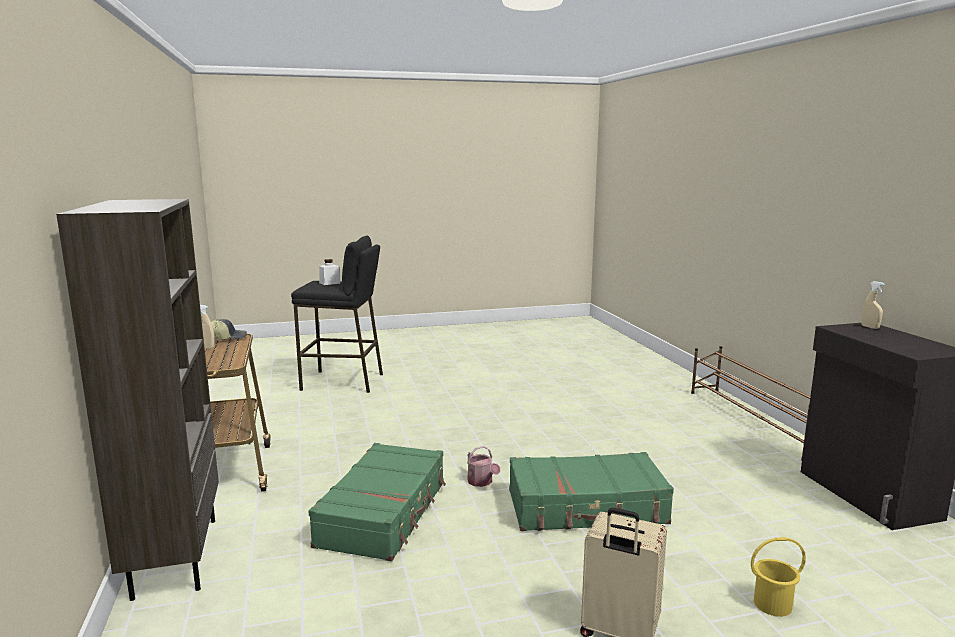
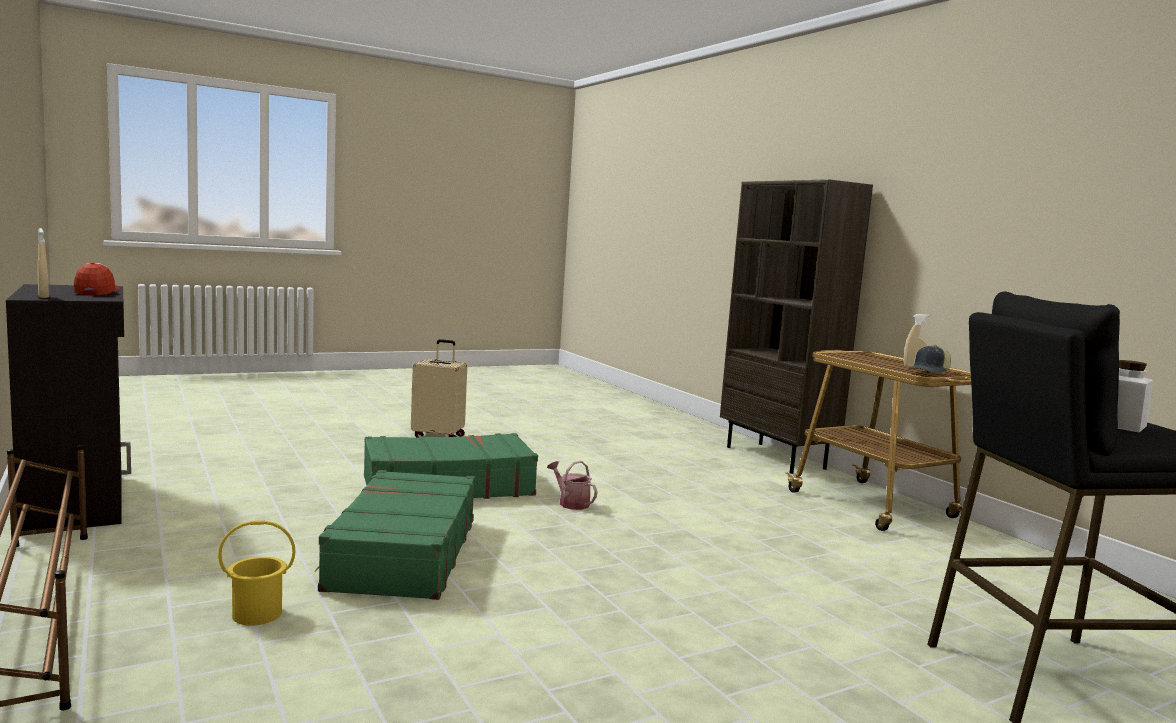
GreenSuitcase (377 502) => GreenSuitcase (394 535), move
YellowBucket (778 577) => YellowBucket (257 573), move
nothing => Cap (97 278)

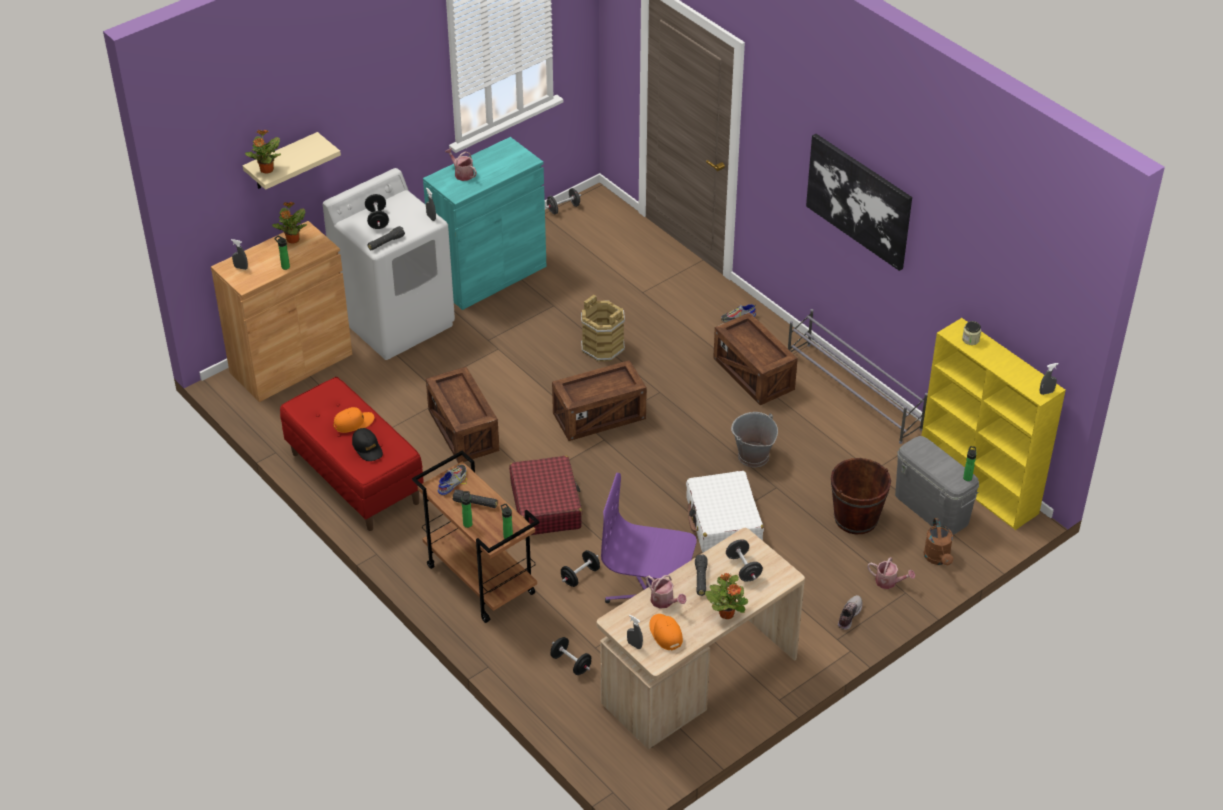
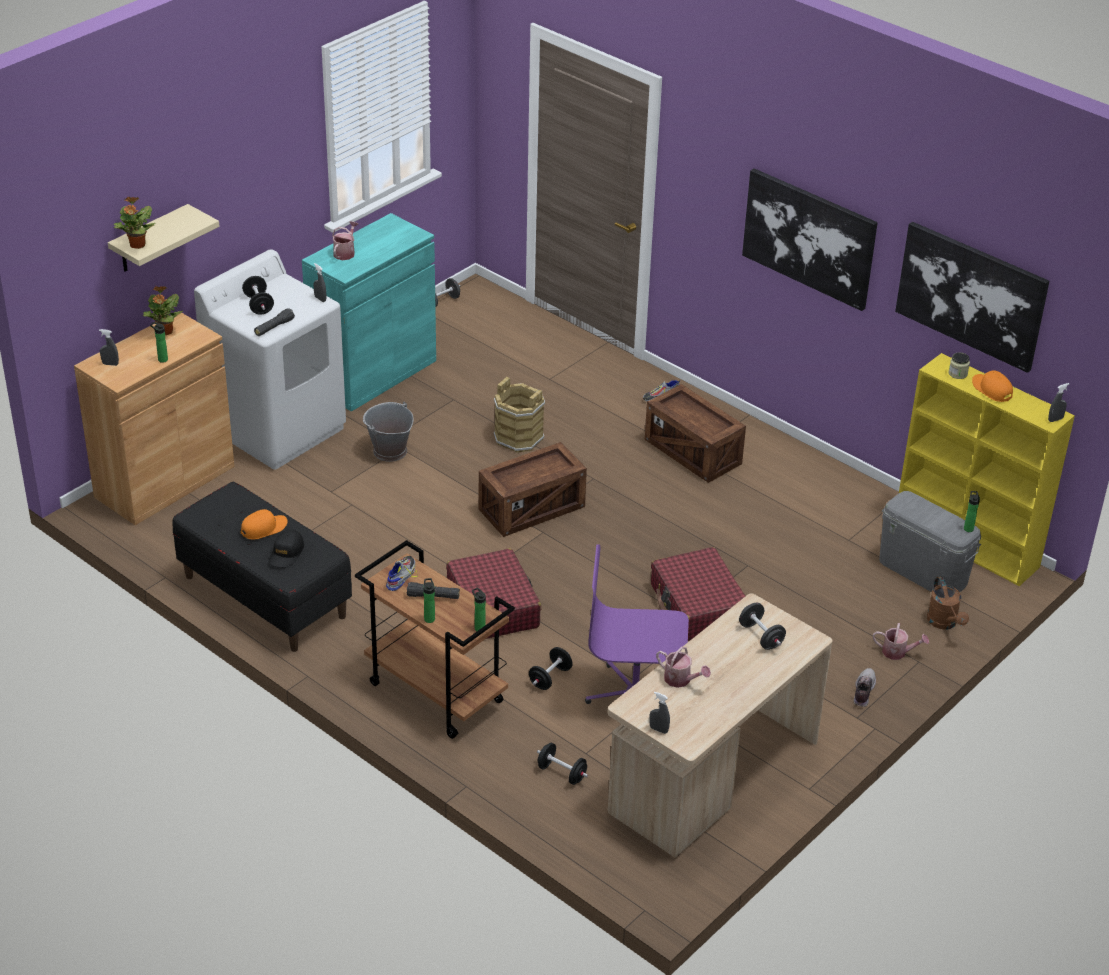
WateringCan (461 164) => WateringCan (345 240), 75 degrees clockwise
GreyShoeRack (858 376) => nothing
Crate (462 415) => nothing
RedBench (352 454) => BlackBench (262 567)
GreyBucket (754 439) => GreyBucket (388 432), move
BlackCap (367 444) => BlackCap (286 549), 60 degrees clockwise
BrownBucket (861 496) => nothing
WhiteSuitcase (725 512) => RedSuitcase (698 594)
BlackFlashlight (701 575) => nothing
PottedPlant (726 596) => nothing
OrangeCap (666 632) => OrangeCap (992 386), move
nothing => Picture (972 297)

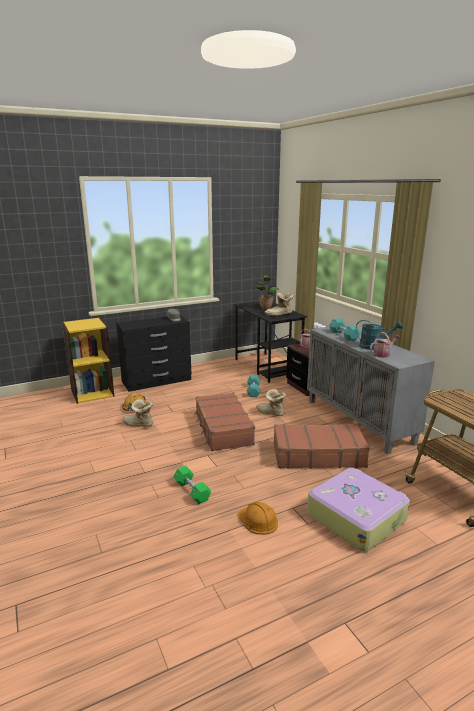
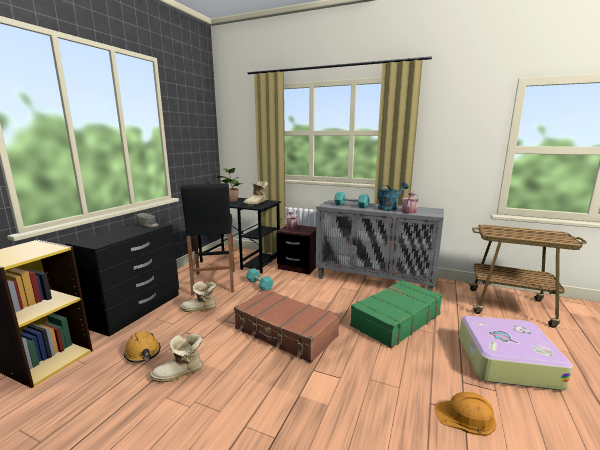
Boot (271 402) => Boot (198 296), move
BrownSuitcase (322 446) => GreenSuitcase (396 314)
GreenDumbbell (192 485) => nothing
nothing => BlackStool (207 239)

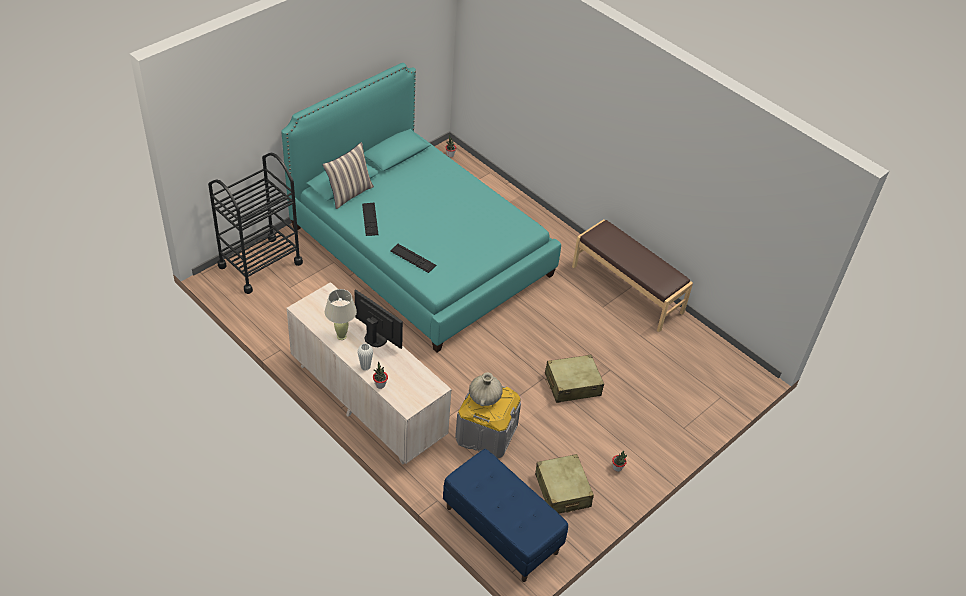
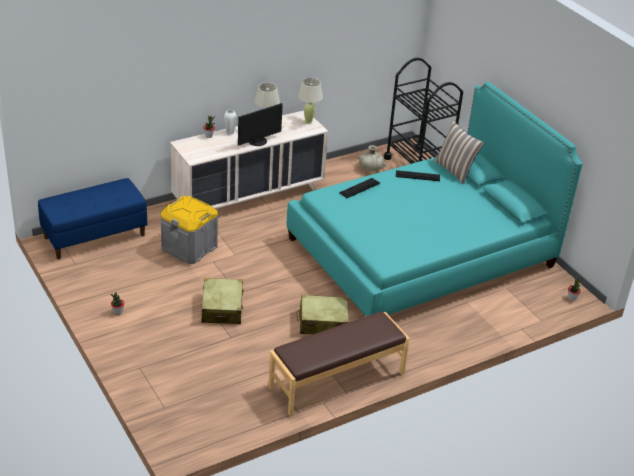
BeigeVase (486 389) => BeigeVase (372 158), move
BeigeSuitcase (564 483) => BeigeSuitcase (322 314), move
nothing => BeigeTableLamp (310 101)

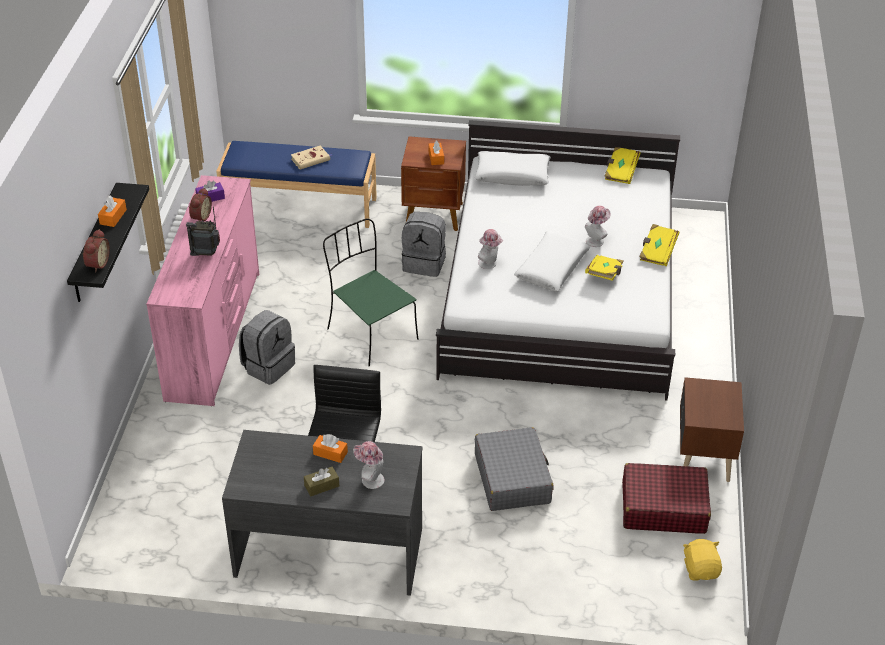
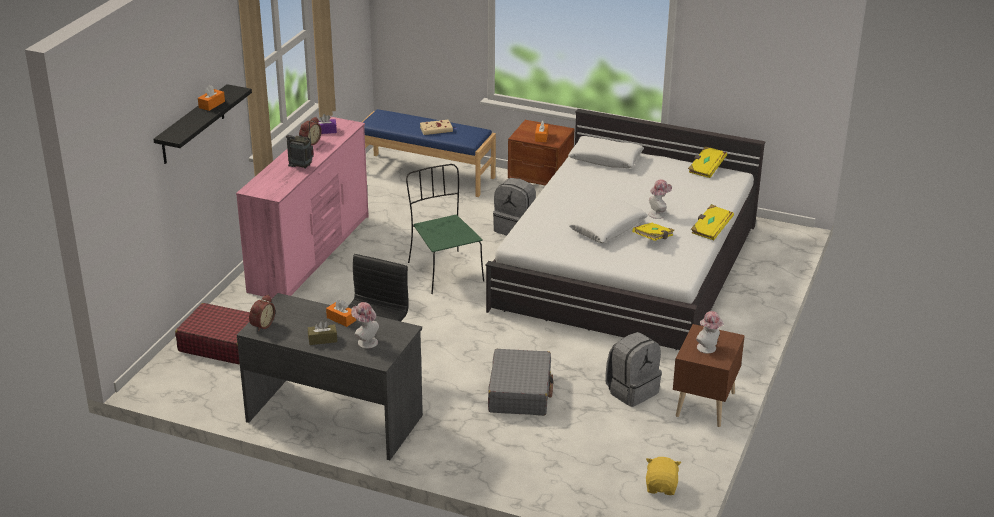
AlarmClock (96 250) => AlarmClock (262 313), move
Hat (490 249) => Hat (710 332), move
GreyBackpack (267 347) => GreyBackpack (633 369), move
RedSuitcase (666 498) => RedSuitcase (212 333), move

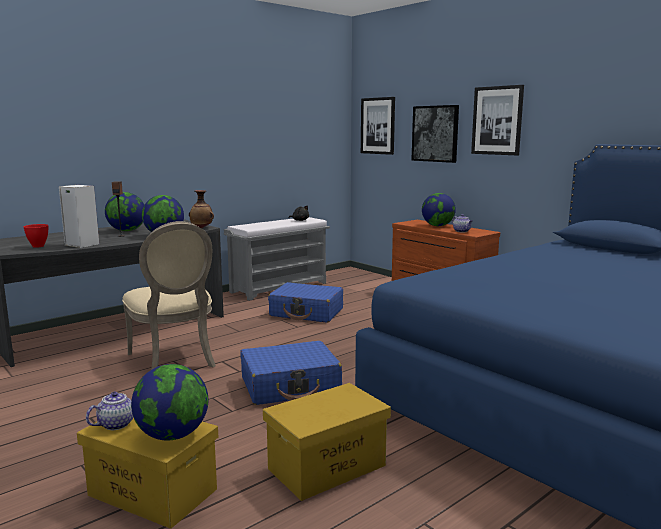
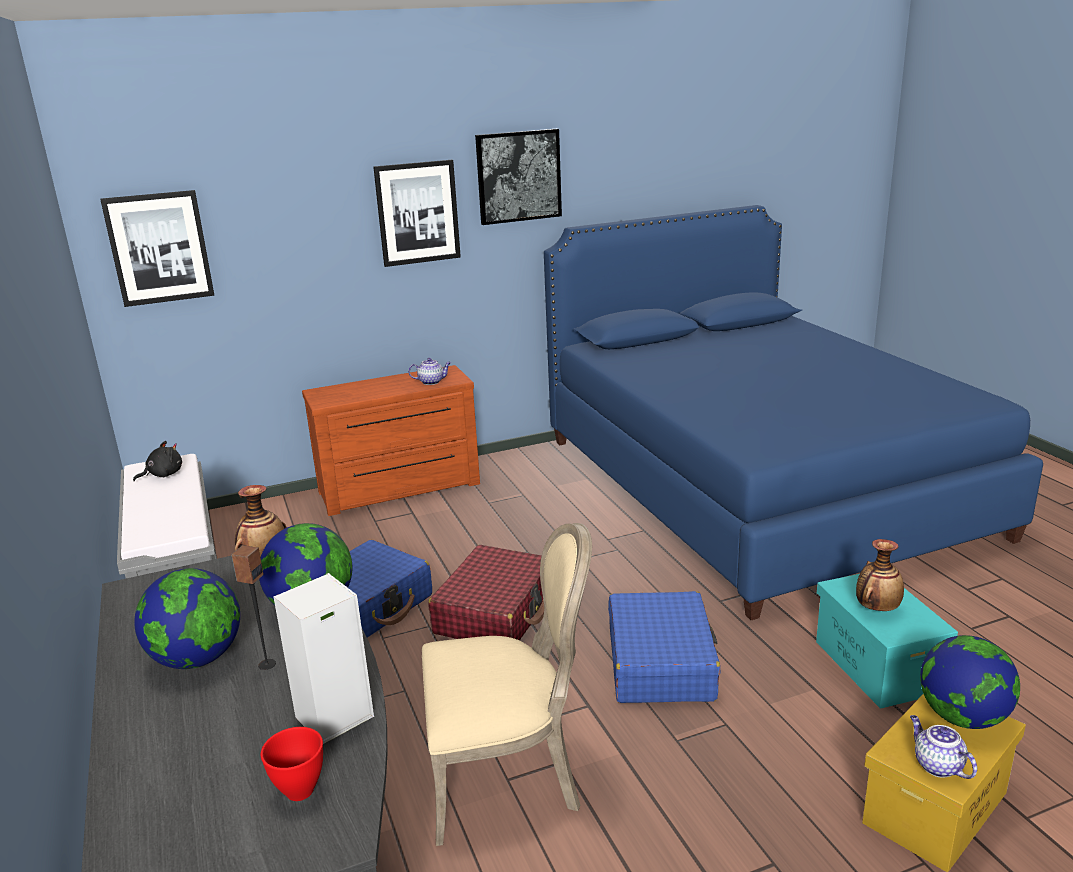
Picture (435 134) => Picture (518 177), move
Globe (439 209) => nothing
YellowStorageBox (327 442) => TurquoiseStorageBox (887 641)
nothing => Vase (880 575)
nothing => RedSuitcase (486 593)

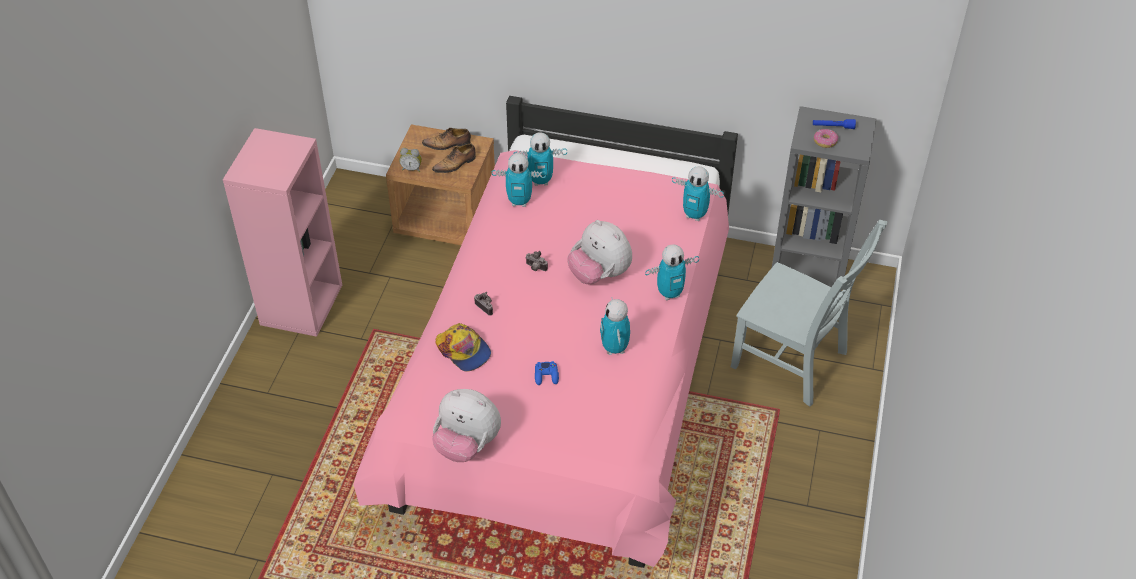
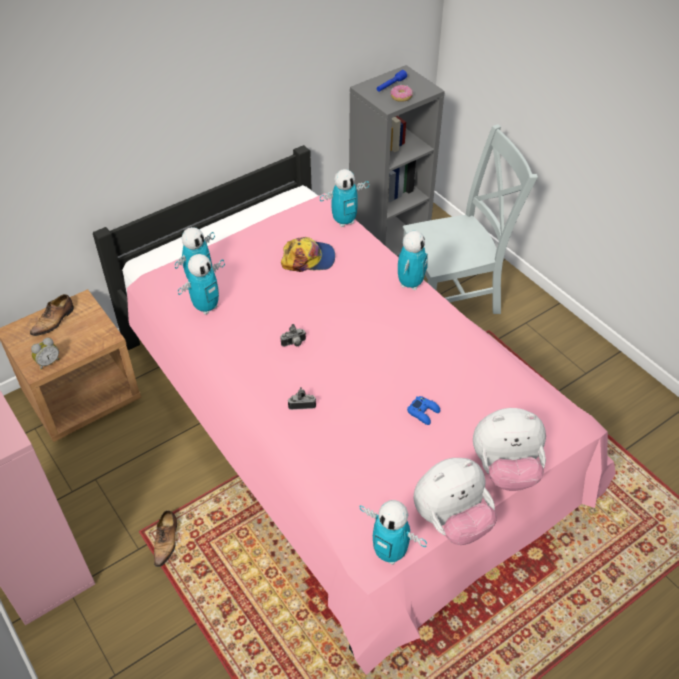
Shoe (454 158) => Shoe (165 538), move
PlushToy (600 252) => PlushToy (509 449), move
ToyRobot (615 327) => ToyRobot (393 532), move
Cap (463 347) => Cap (308 254), move

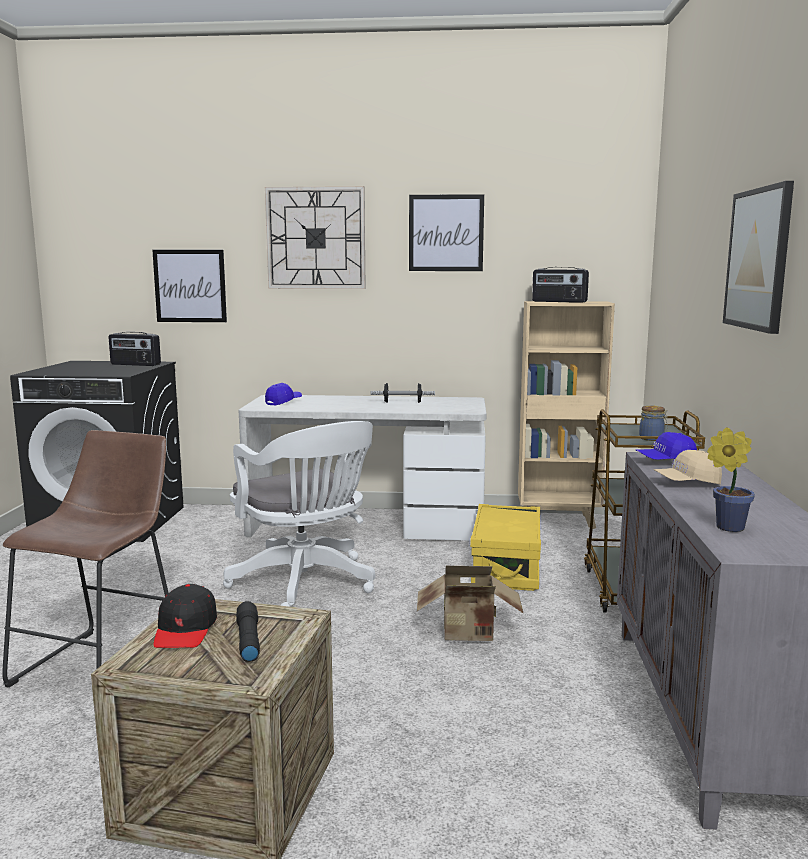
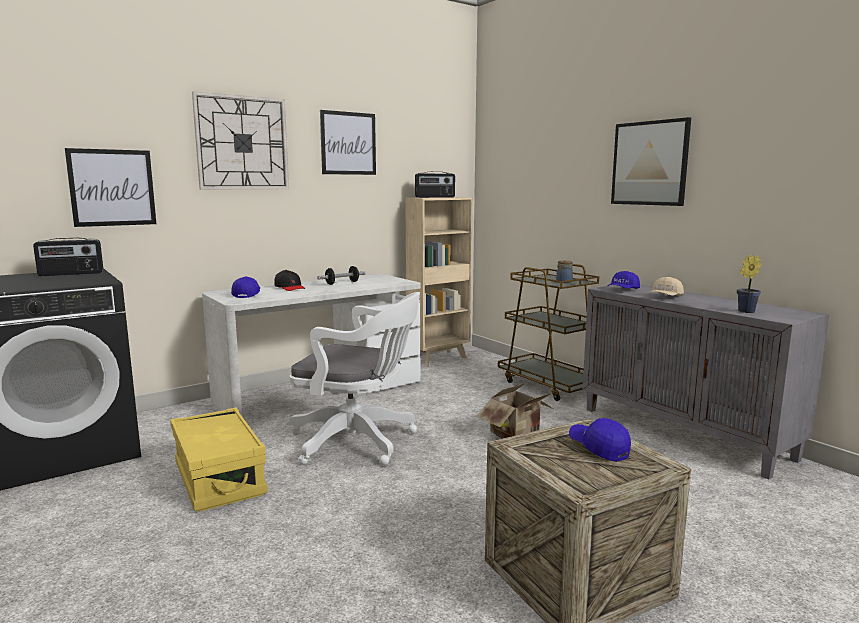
BrownStool (85 559) => nothing
YellowStorageBox (505 547) => YellowStorageBox (219 459), move
BlackCap (185 616) => BlackCap (290 280), move
BlackFlashlight (248 631) => BlueCap (600 440)

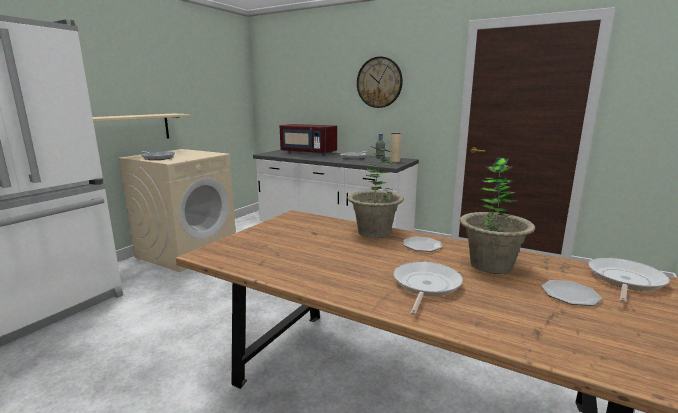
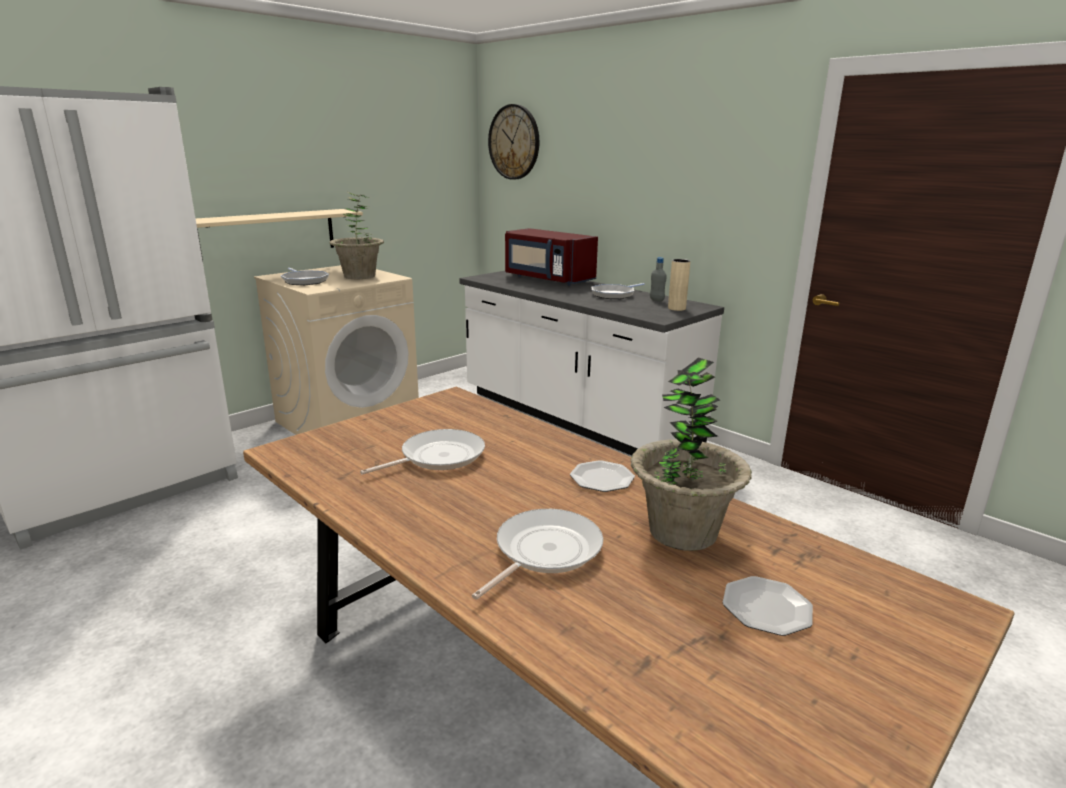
WallClock (380 82) => WallClock (513 142), move
PottedPlant (375 192) => PottedPlant (356 235), move
FryingPan (629 280) => FryingPan (422 452), move

